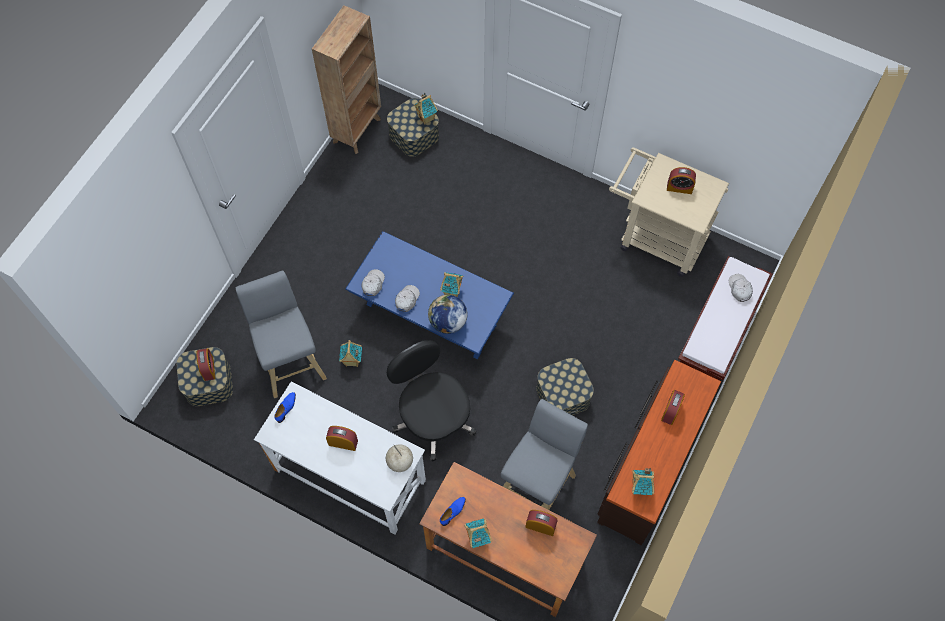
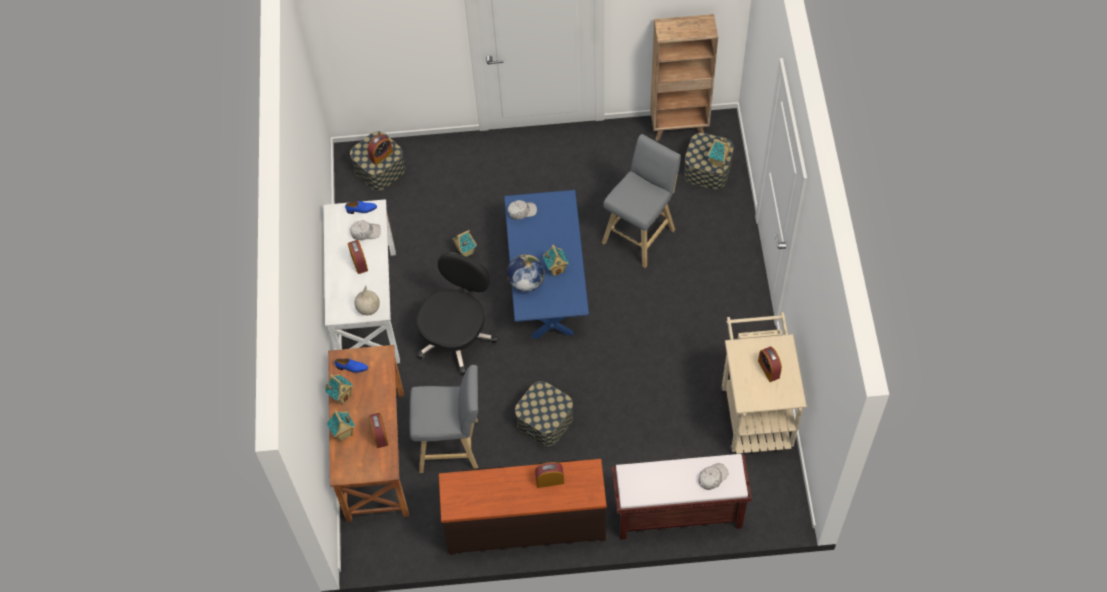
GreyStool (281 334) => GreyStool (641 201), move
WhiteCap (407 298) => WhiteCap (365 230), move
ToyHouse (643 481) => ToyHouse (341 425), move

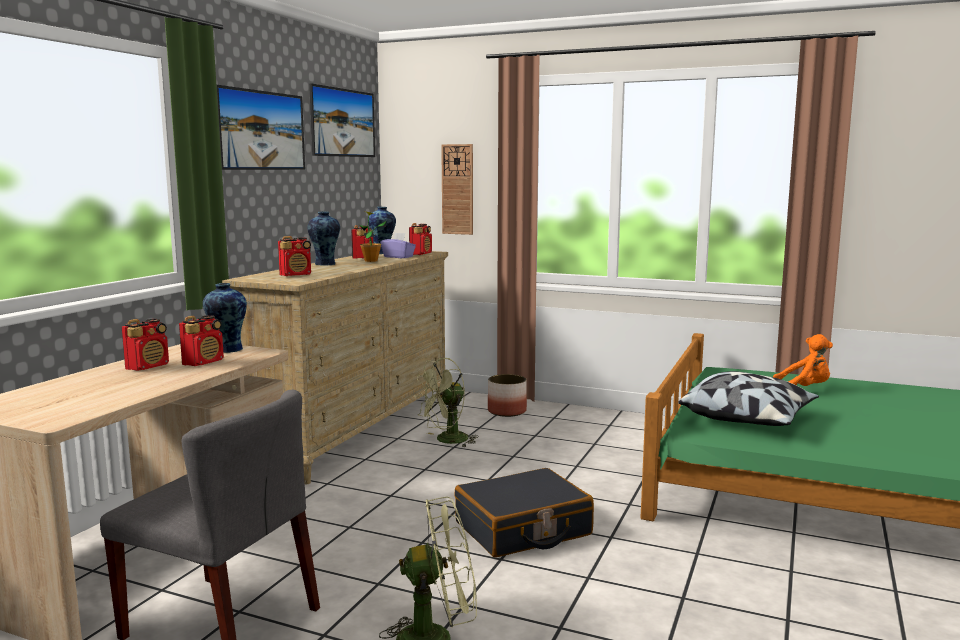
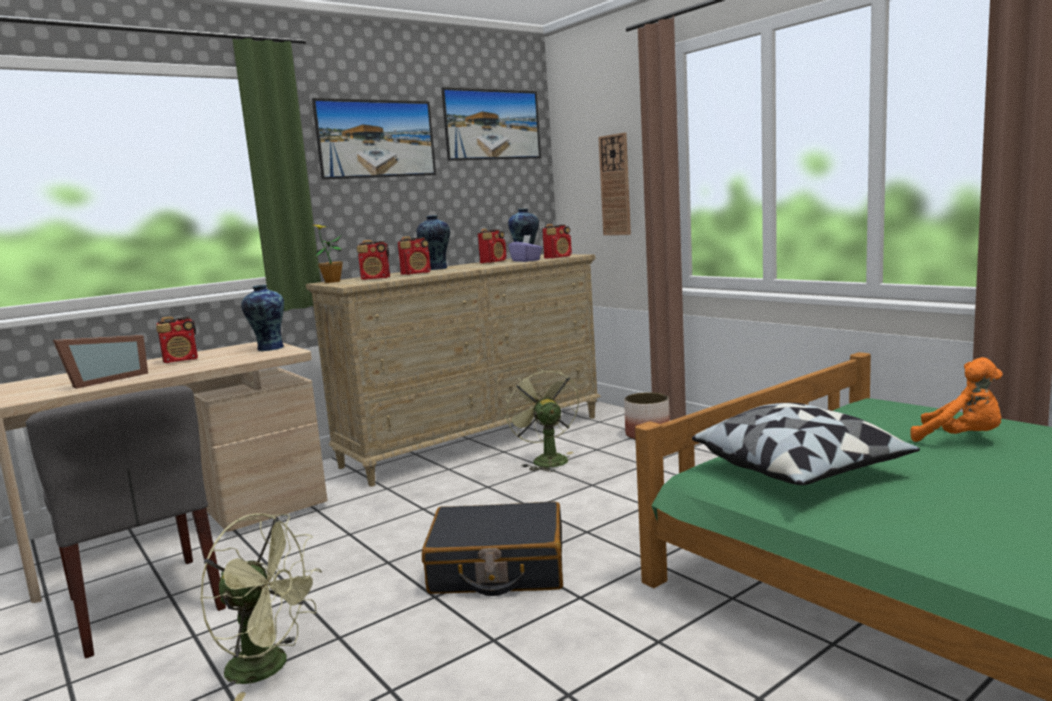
PottedPlant (372 236) => PottedPlant (328 254), move
Radio (201 340) => Radio (414 255), move
GreenFan (446 402) => GreenFan (541 419), 75 degrees clockwise
nothing => PictureFrame (100 362)

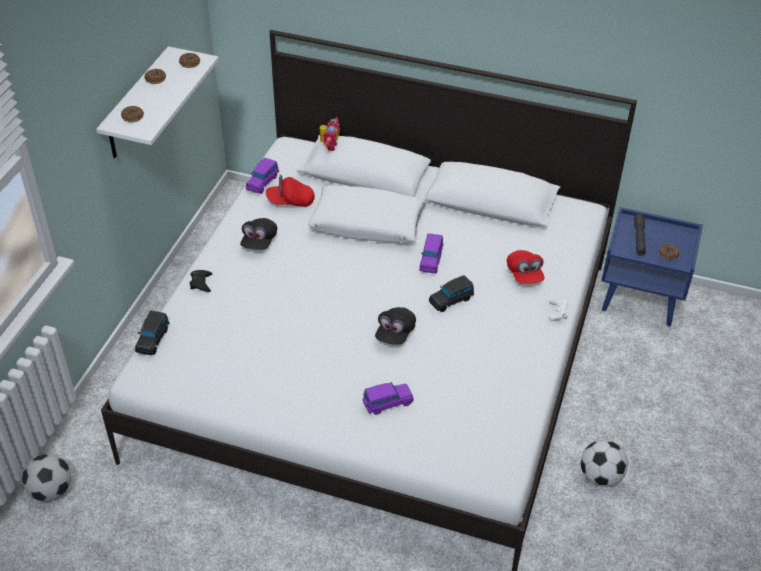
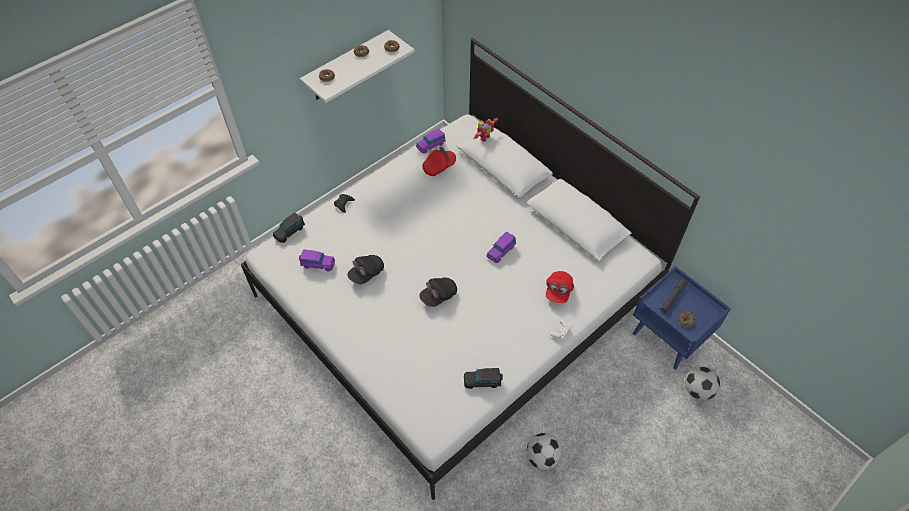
RedCap (290 191) => RedCap (439 161), 120 degrees clockwise
WhitePillow (367 214) => nothing
BlackCap (258 234) => BlackCap (365 269), move
BlackToyCar (451 293) => BlackToyCar (483 378), move
PurpleToyCar (388 398) => PurpleToyCar (317 260), move
Football (46 478) => Football (702 383), move

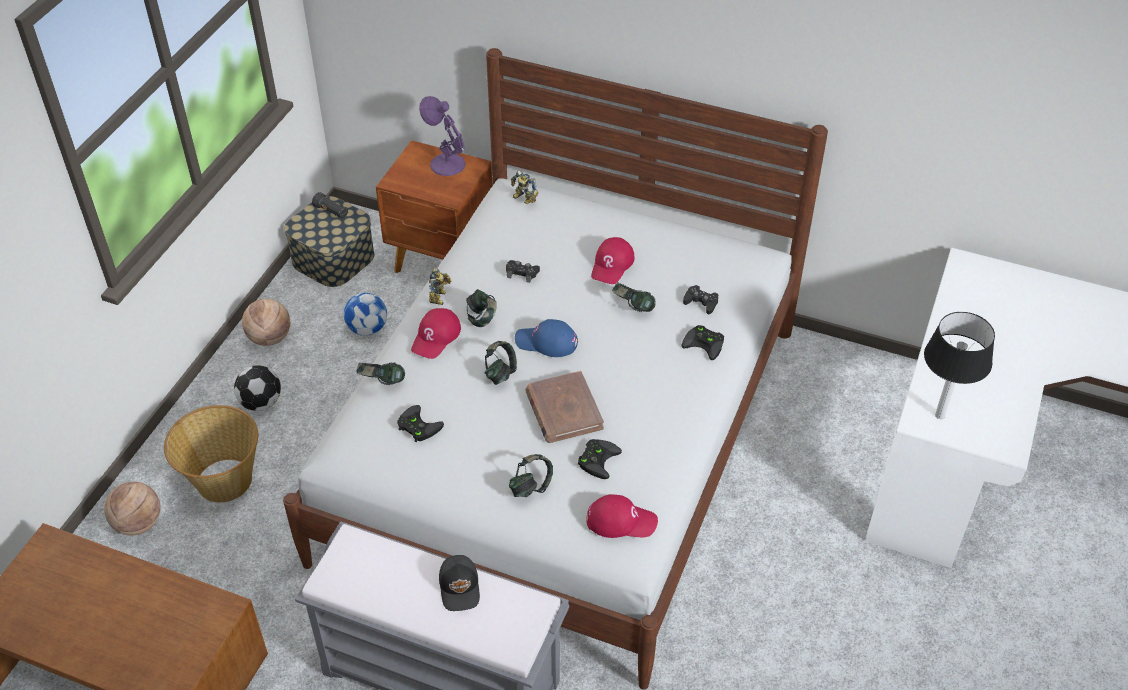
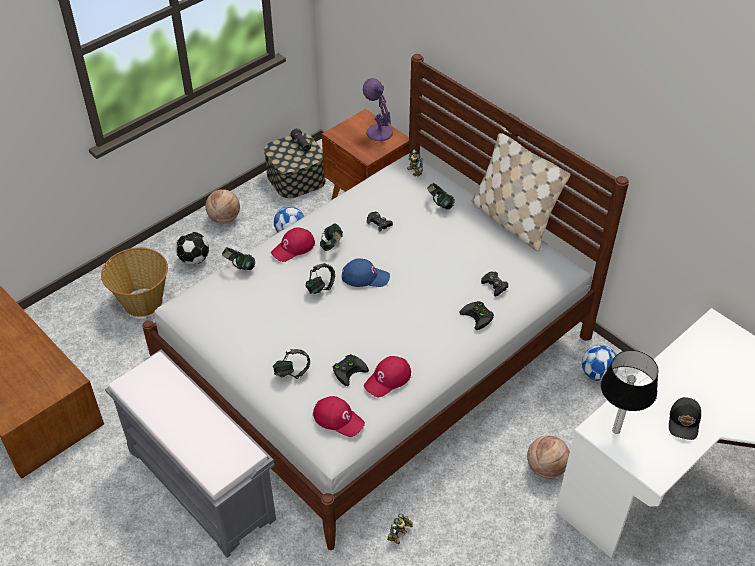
RedCap (613 260) => RedCap (387 376), move
ToyRobot (440 286) => ToyRobot (400 528), move
Headphones (634 297) => Headphones (441 196), move
BlueCap (546 338) => BlueCap (366 273), 150 degrees clockwise
BrownBook (564 407) => nothing
BlackGameController (420 423) => nothing
Basketball (132 508) => Basketball (548 457), move
BlackCap (459 583) => BlackCap (685 418), move
nothing => BeigePillow (521 189)
nothing => Football (600 363)

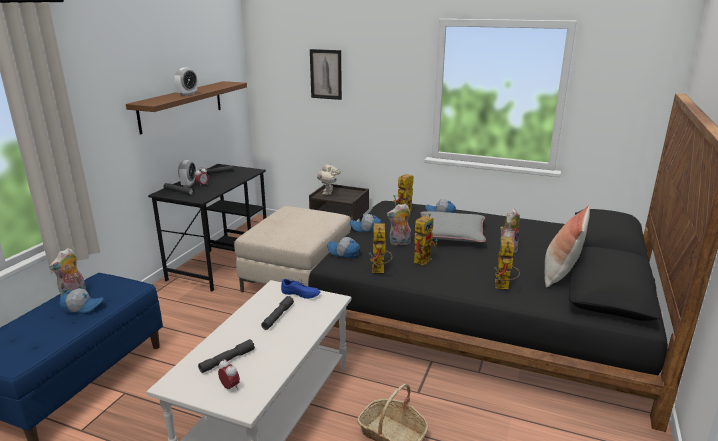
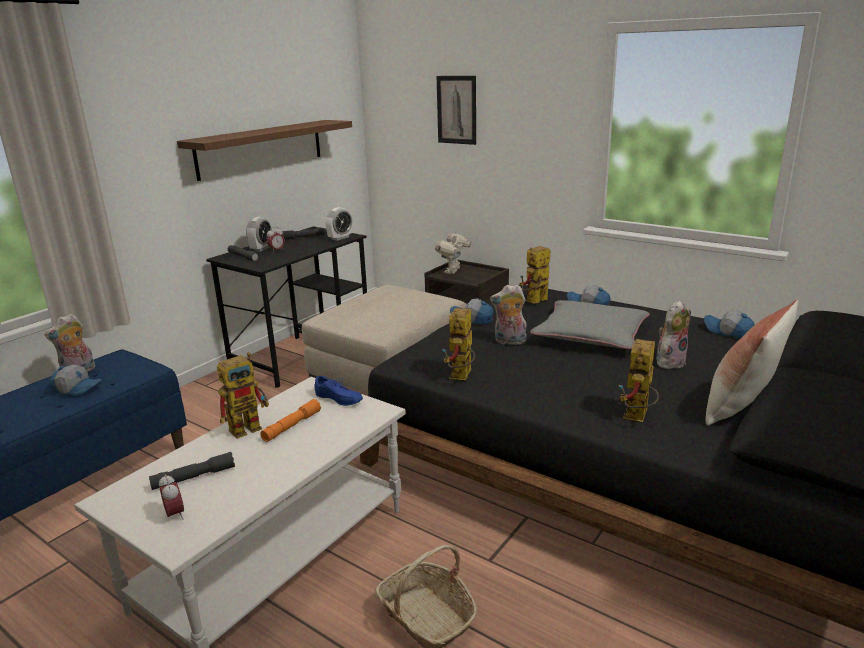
AlarmClock (186 81) => AlarmClock (339 224), move
ToyRobot (426 239) => ToyRobot (243 395), move
Cap (343 247) => Cap (729 324), move
GreyFlashlight (277 313) => OrangeFlashlight (290 420)

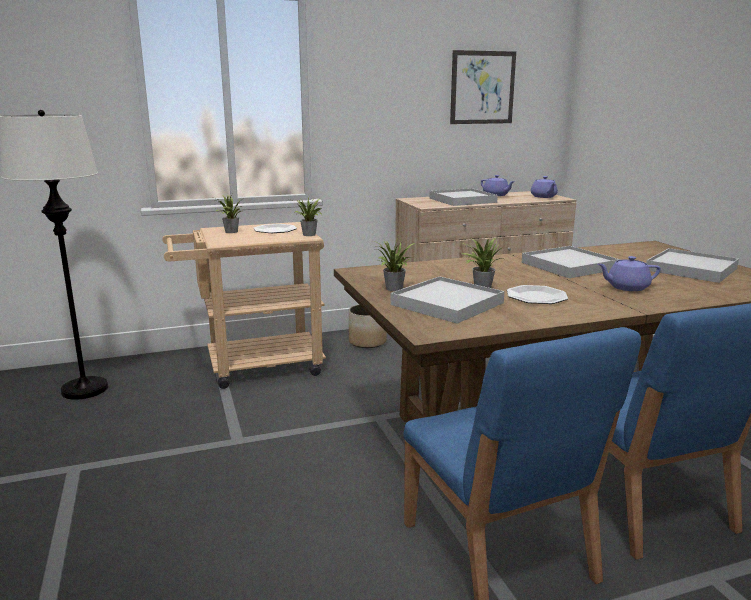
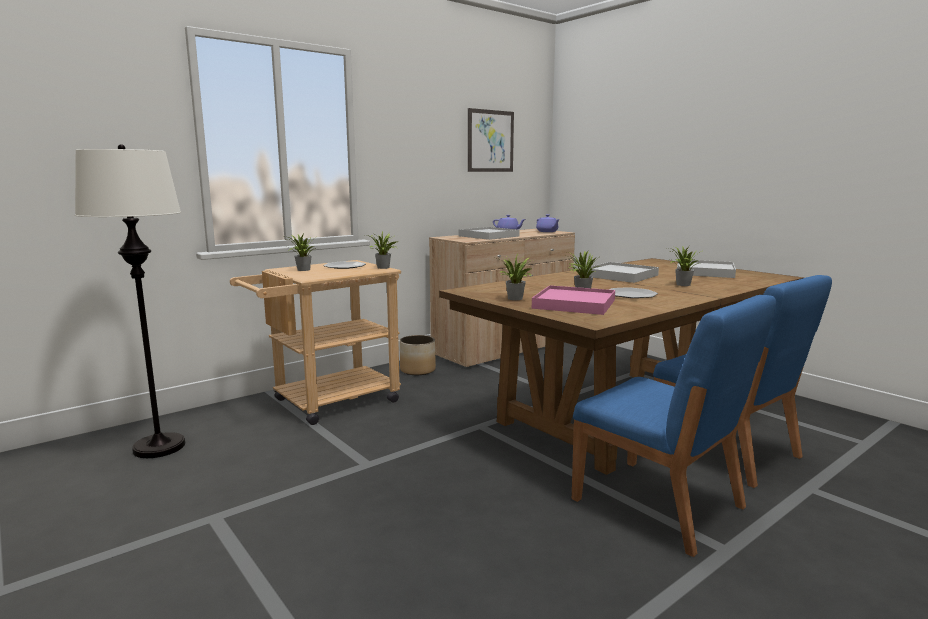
PurpleTeapot (629 273) => PottedPlant (687 266)
WhiteTray (447 300) => PinkTray (573 300)

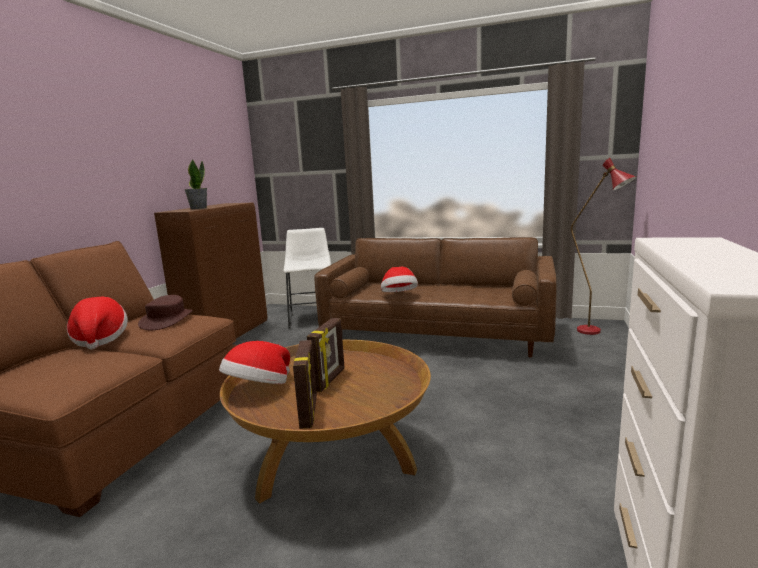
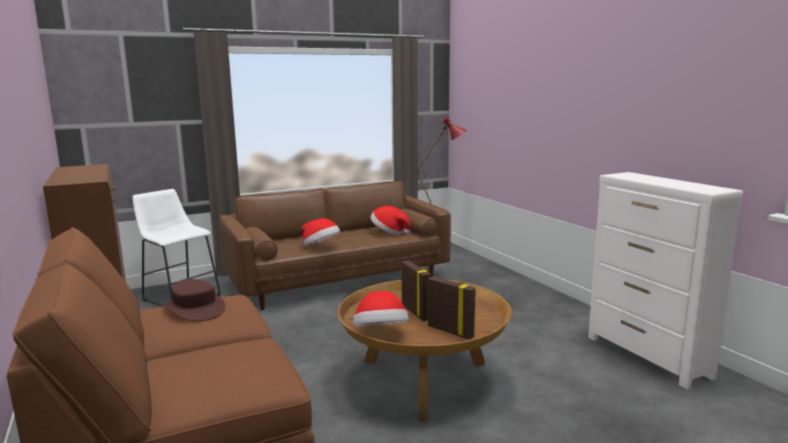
PottedPlant (195 184) => nothing
Hat (97 323) => Hat (391 220), move

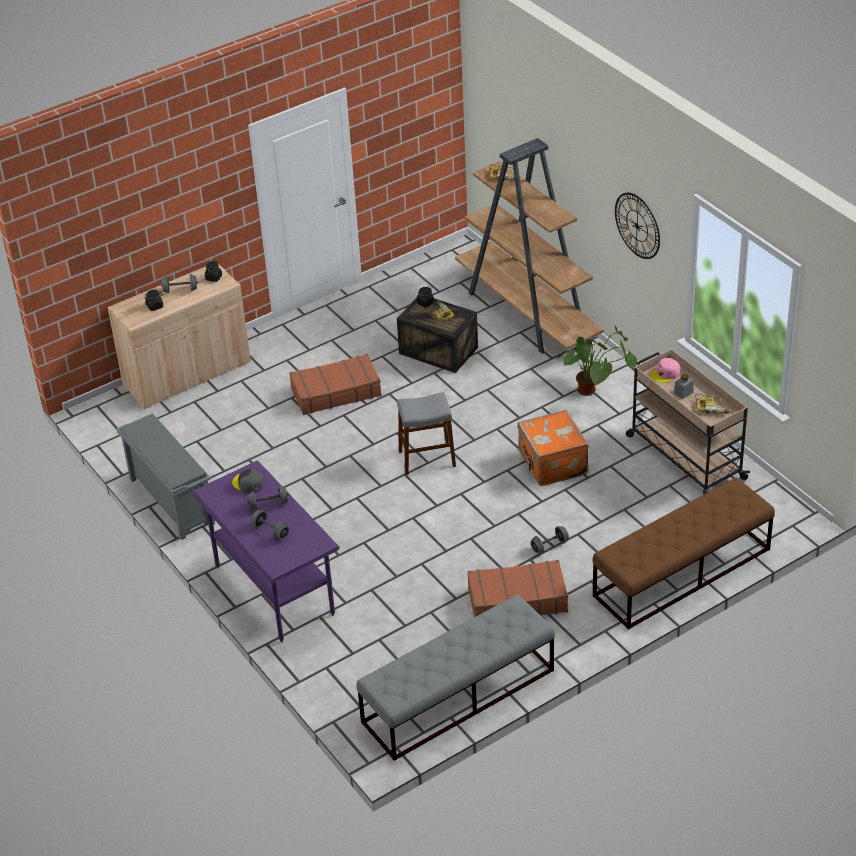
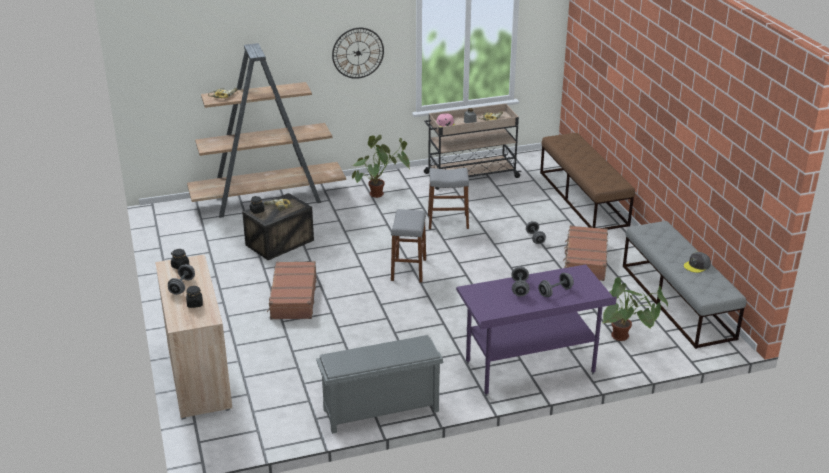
OrangeSuitcase (552 447) => GreyStool (448 198)
GreyCap (248 481) => GreyCap (697 262), move
nothing => PottedPlant (635 309)

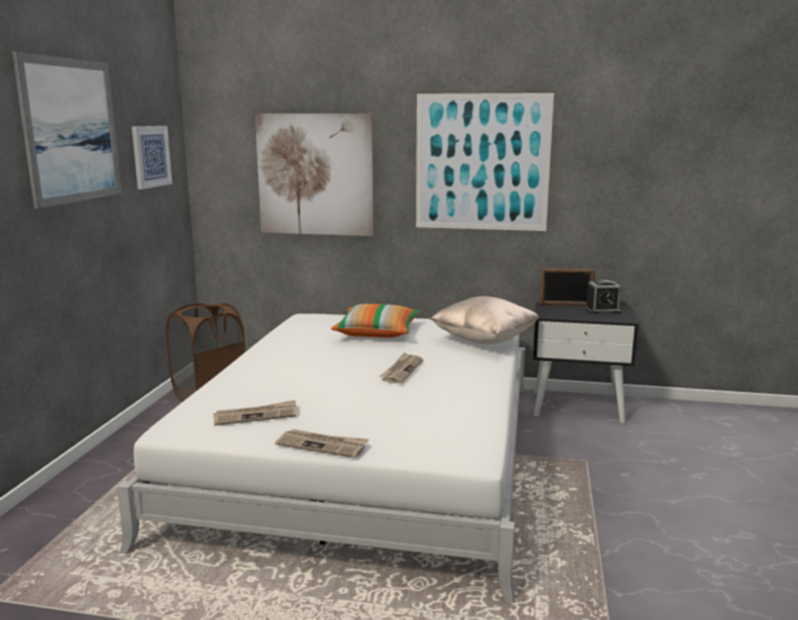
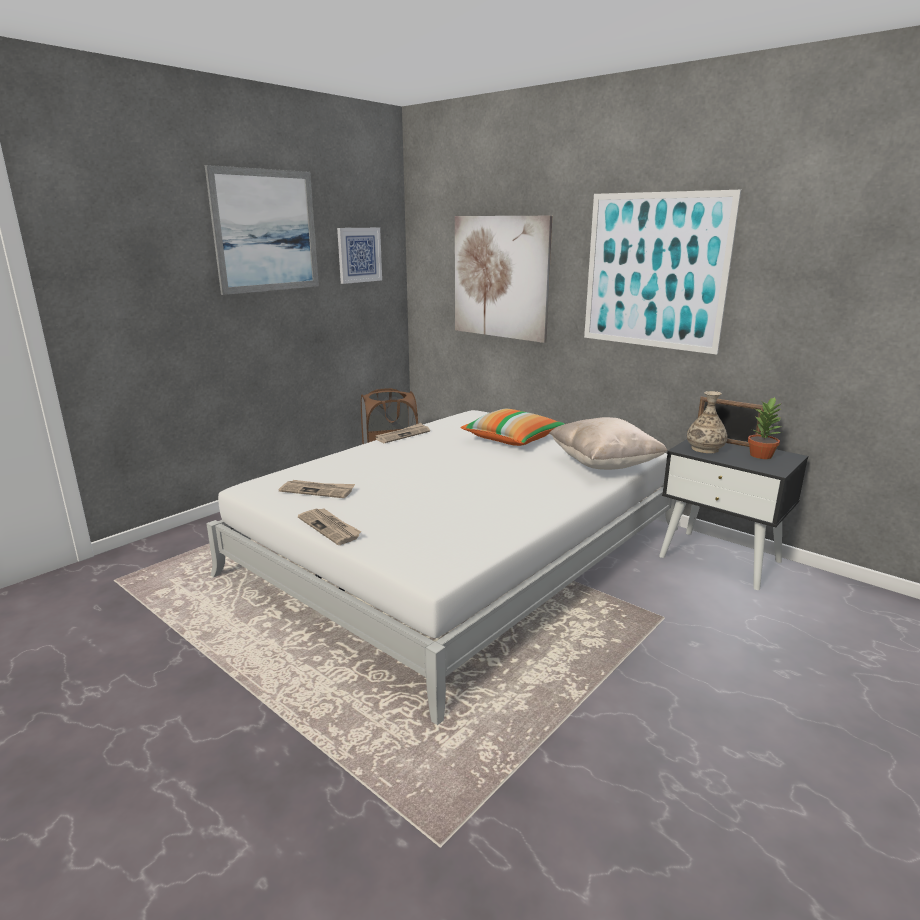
AlarmClock (603 297) => PottedPlant (765 428)
Newspaper (401 368) => Newspaper (402 433), move
nothing => Vase (707 422)

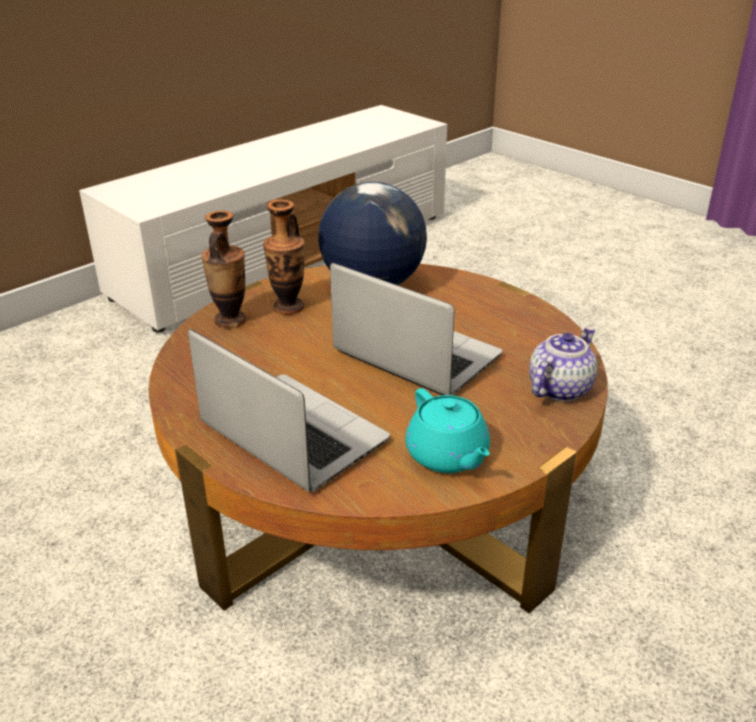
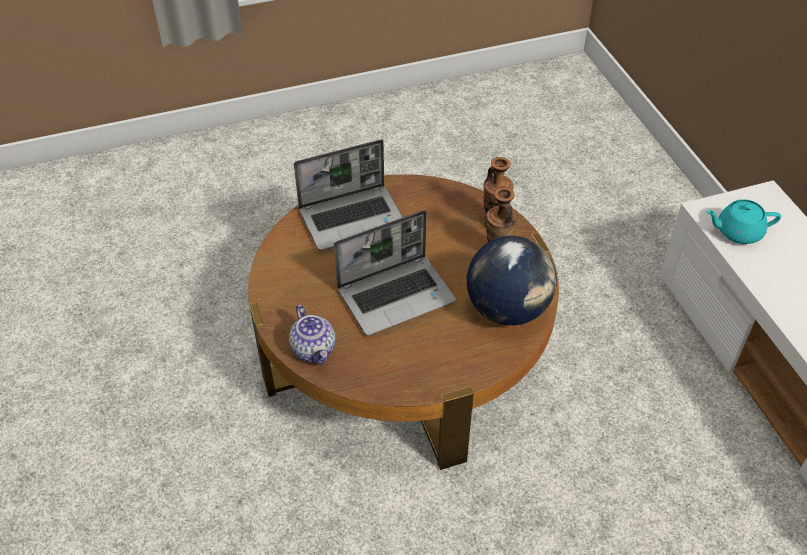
TurquoiseTeapot (447 430) => TurquoiseTeapot (743 221), move

